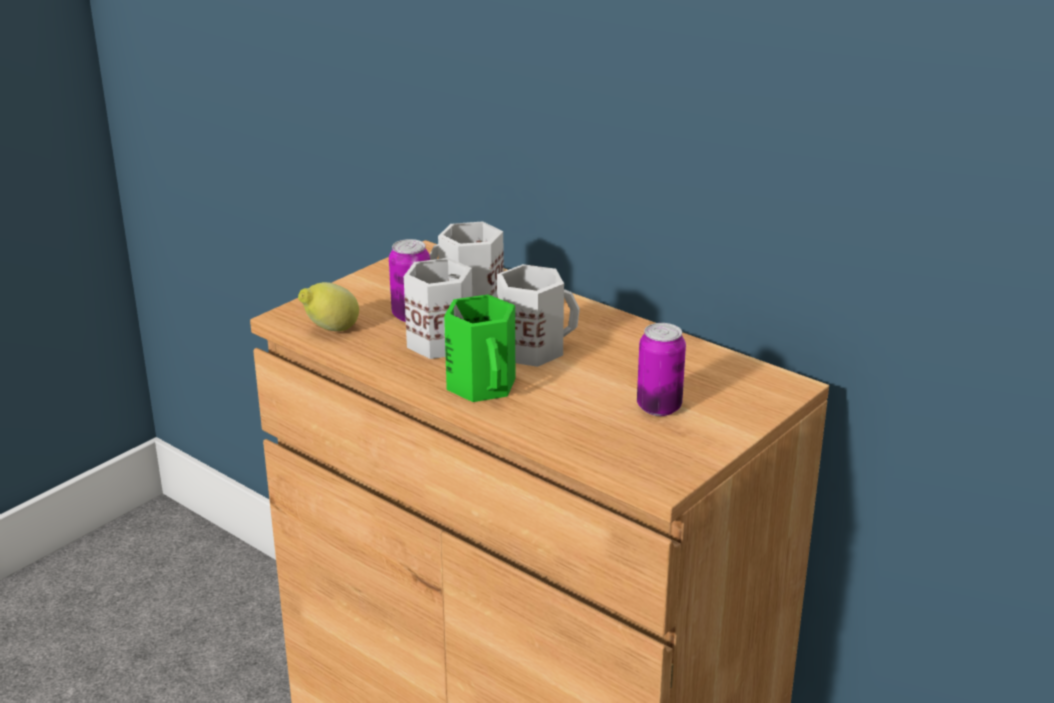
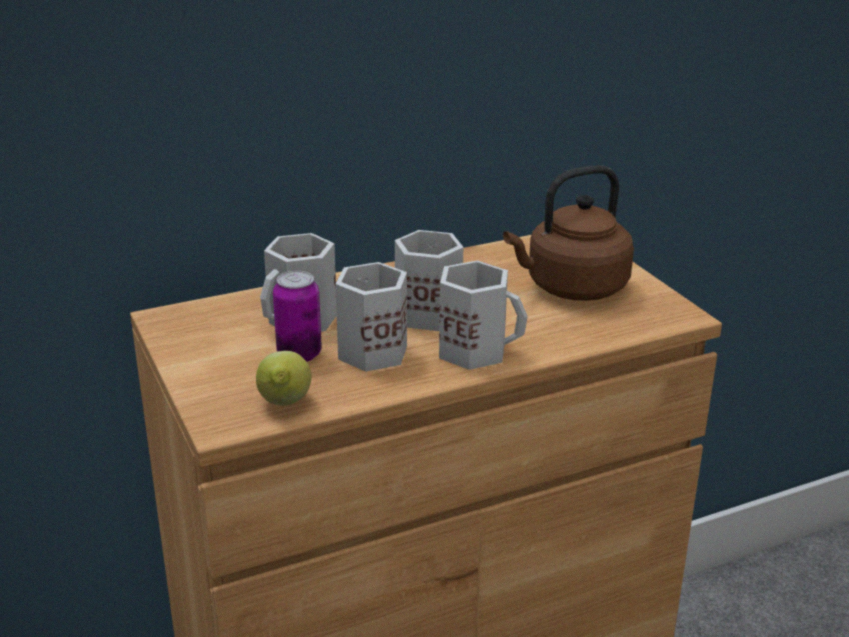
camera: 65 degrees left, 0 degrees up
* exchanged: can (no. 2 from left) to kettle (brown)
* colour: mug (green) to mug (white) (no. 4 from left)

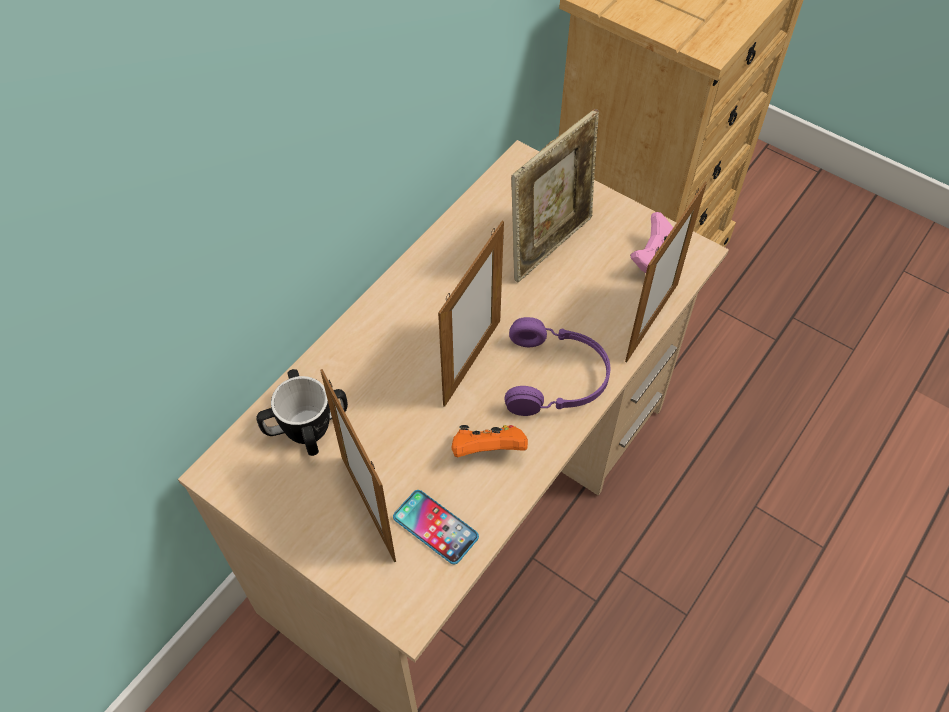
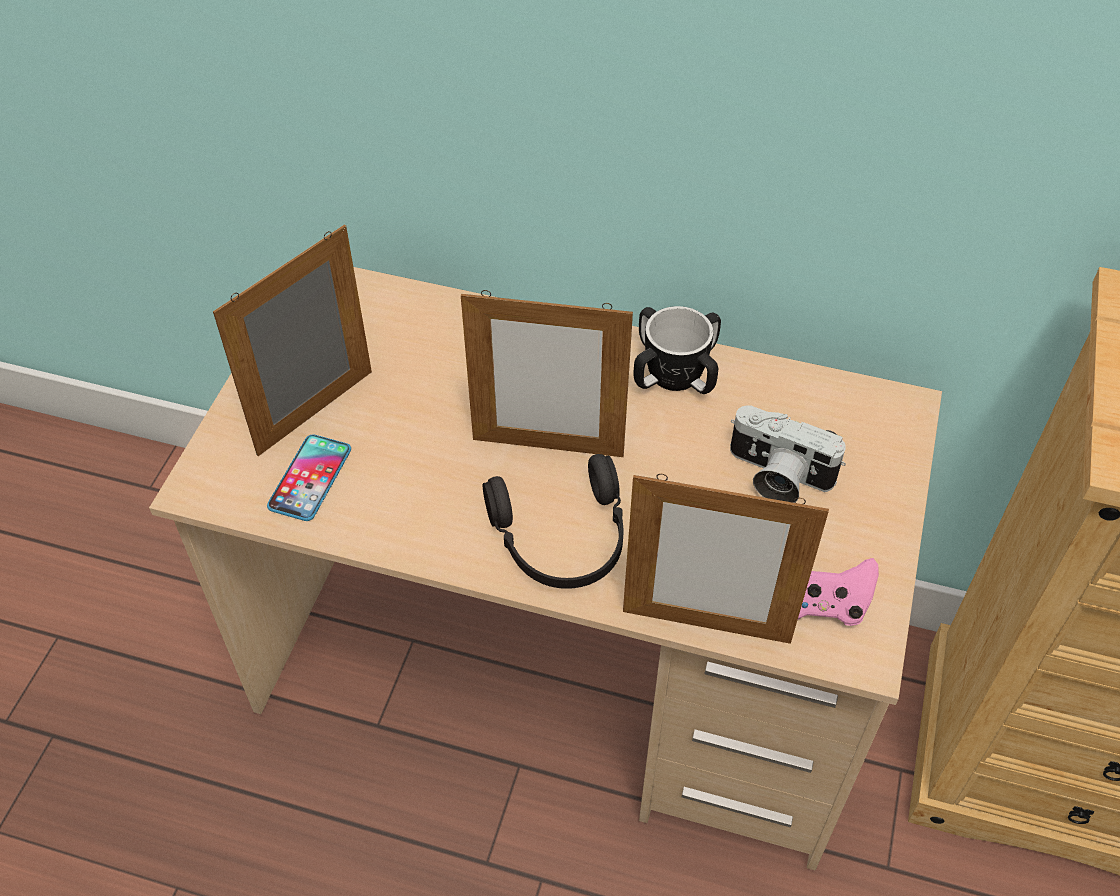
camera: 70 degrees right, 5 degrees down
* missing: game controller (orange)
* relocated: mug
* exchanged: picture frame (no. 3 from left) to photo camera
* colour: headphones (purple) to headphones (black)

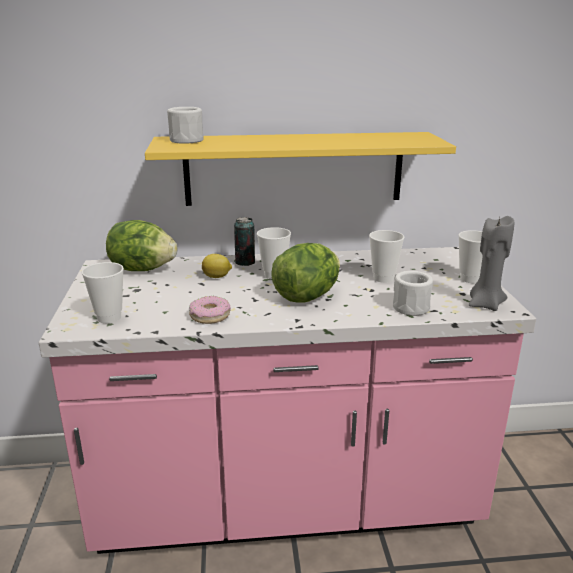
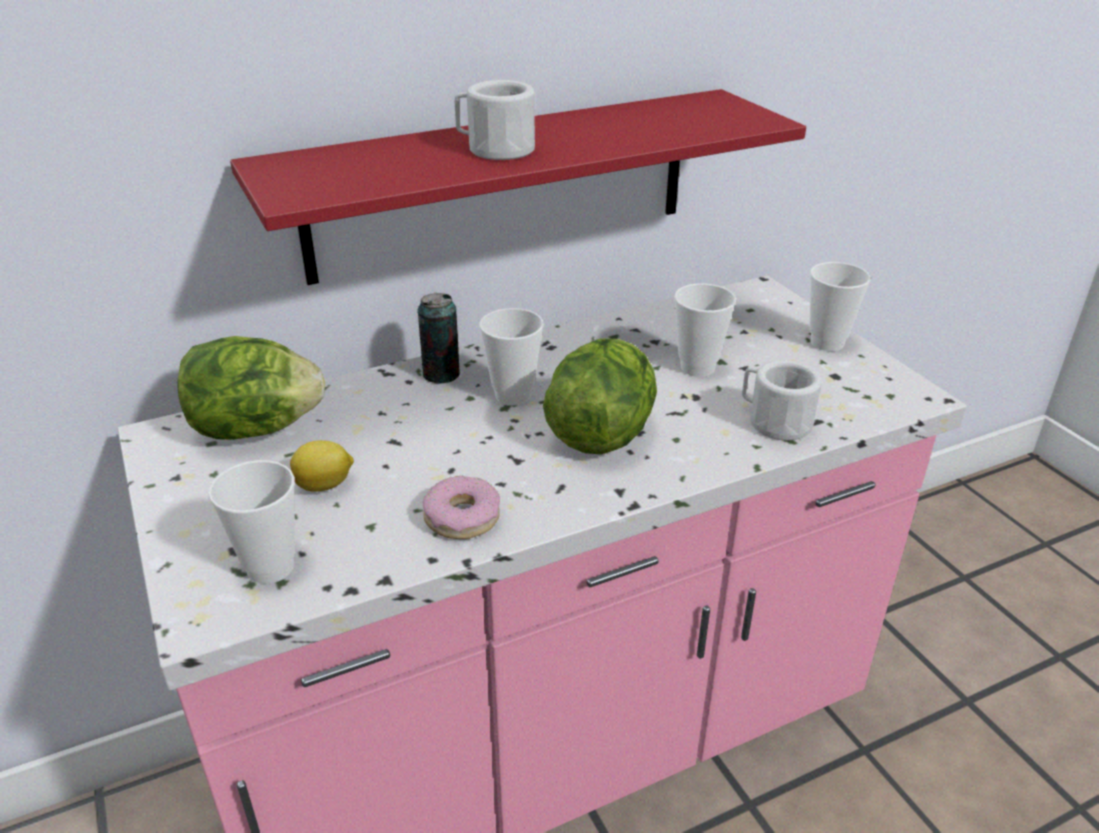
camera: 20 degrees left, 10 degrees up
* missing: candle (grey)
* relocated: mug (white) (no. 1 from left)
* relocated: lemon
* colour: shelf (yellow) to shelf (red)

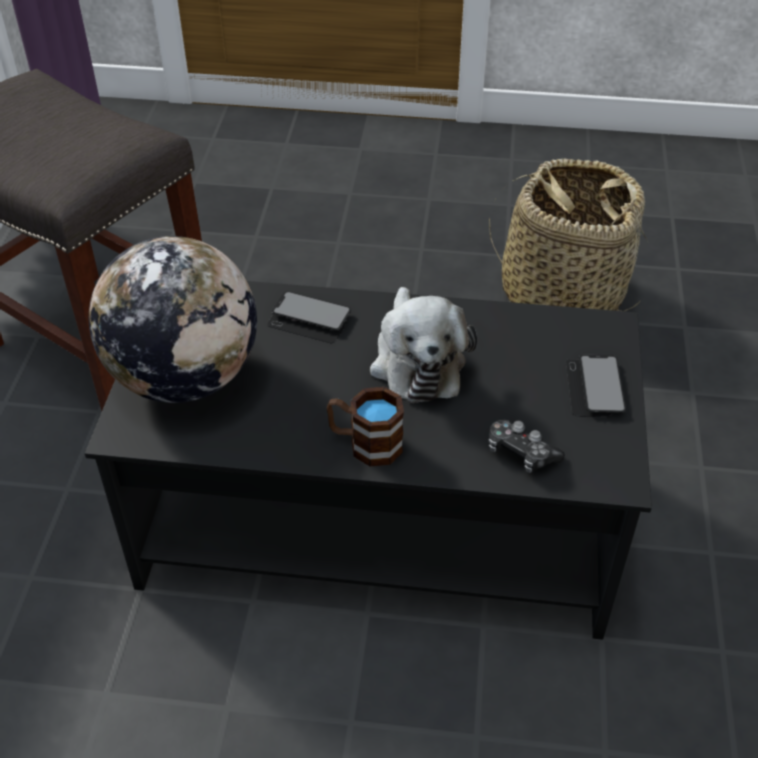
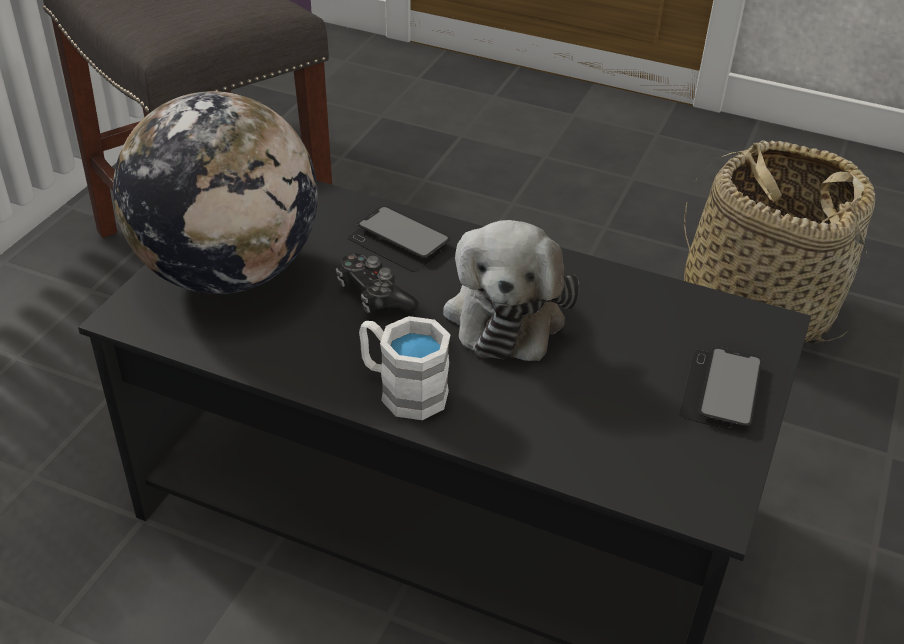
camera: 15 degrees right, 5 degrees down
* relocated: game controller
* colour: mug (brown) to mug (white)

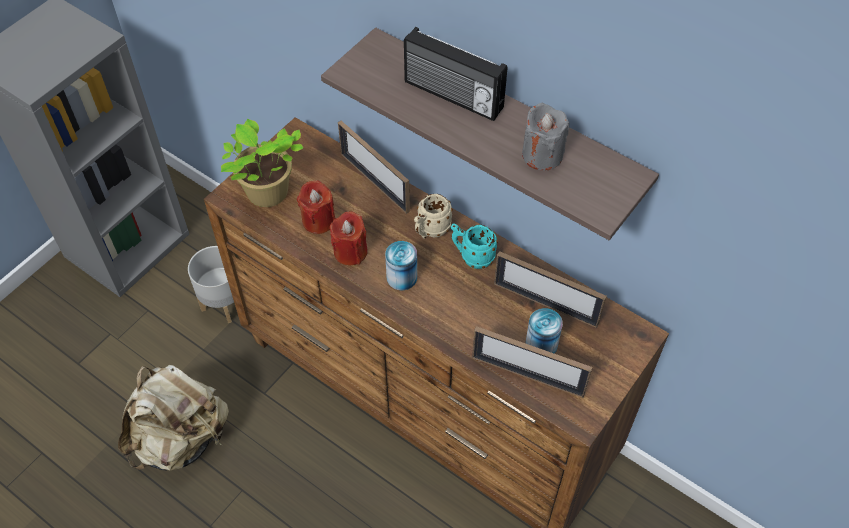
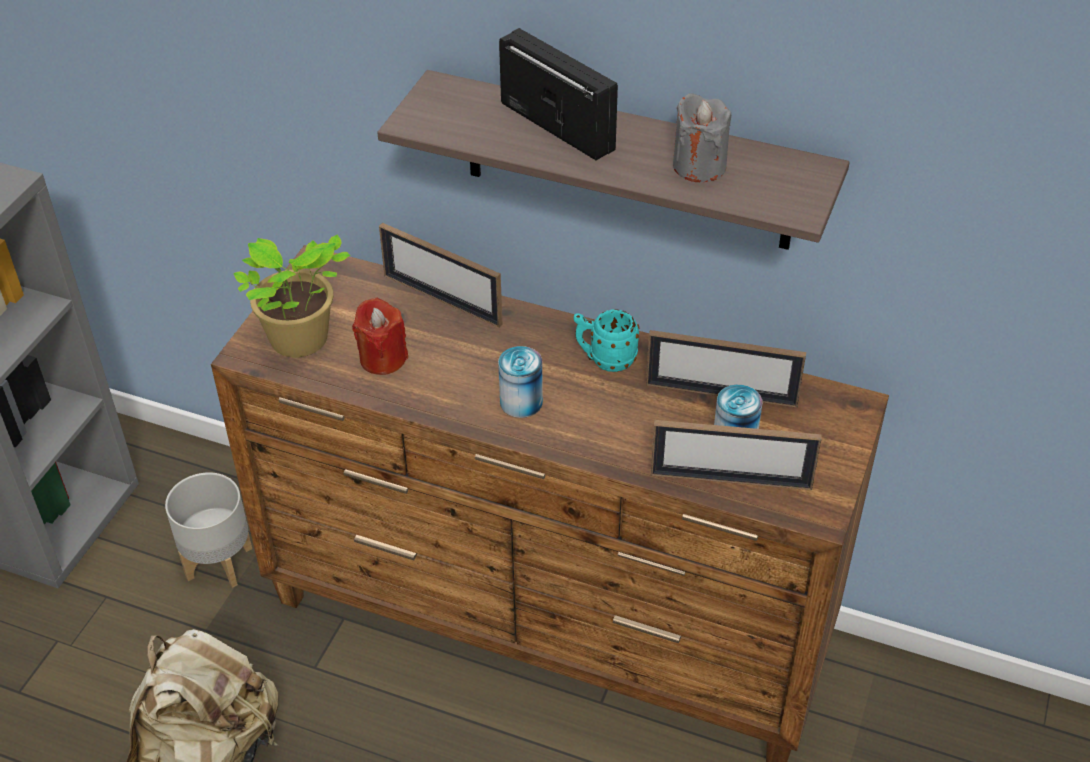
camera: 15 degrees left, 10 degrees down
* missing: candle (red) (no. 2 from left)
* missing: mug (beige)
* spun: radio 150 degrees counterclockwise

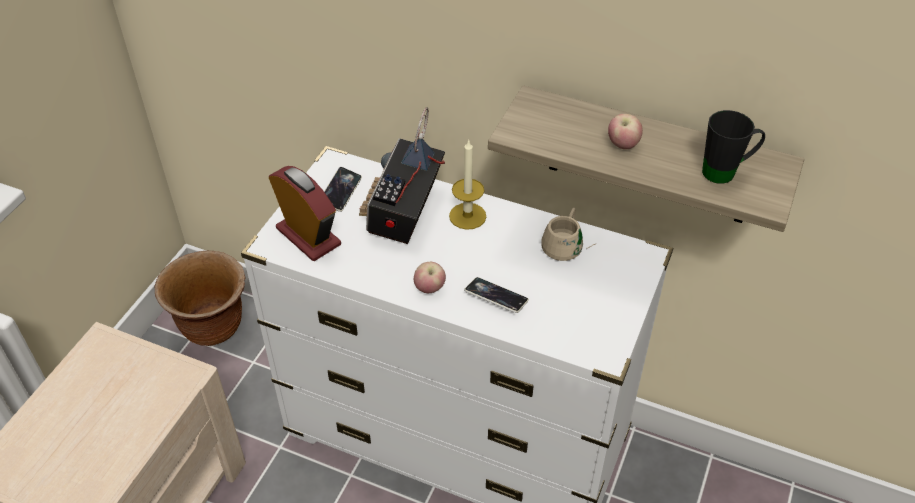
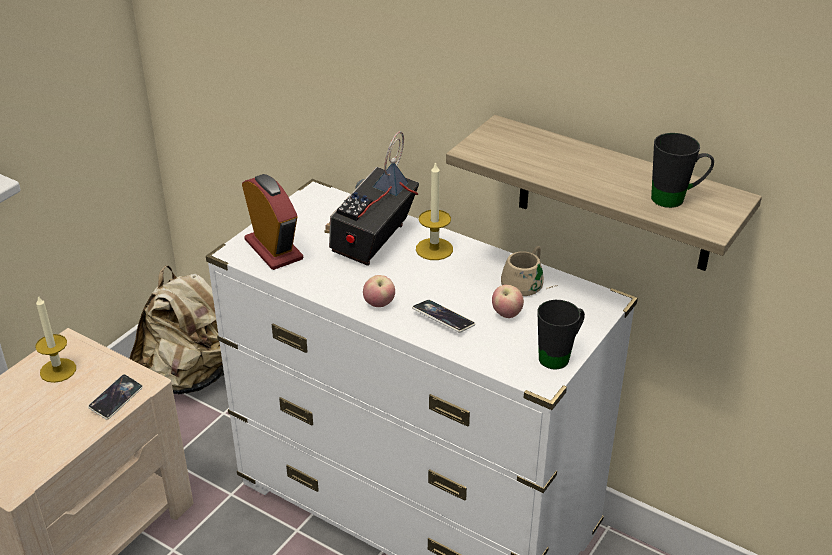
camera: 10 degrees right, 10 degrees down
* appeared: candle (no. 1 from left)
* appeared: mug (black) (no. 1 from left)
* relocated: phone (no. 1 from left)
* relocated: apple (no. 2 from left)
* exchanged: planter (brown) to backpack (beige)

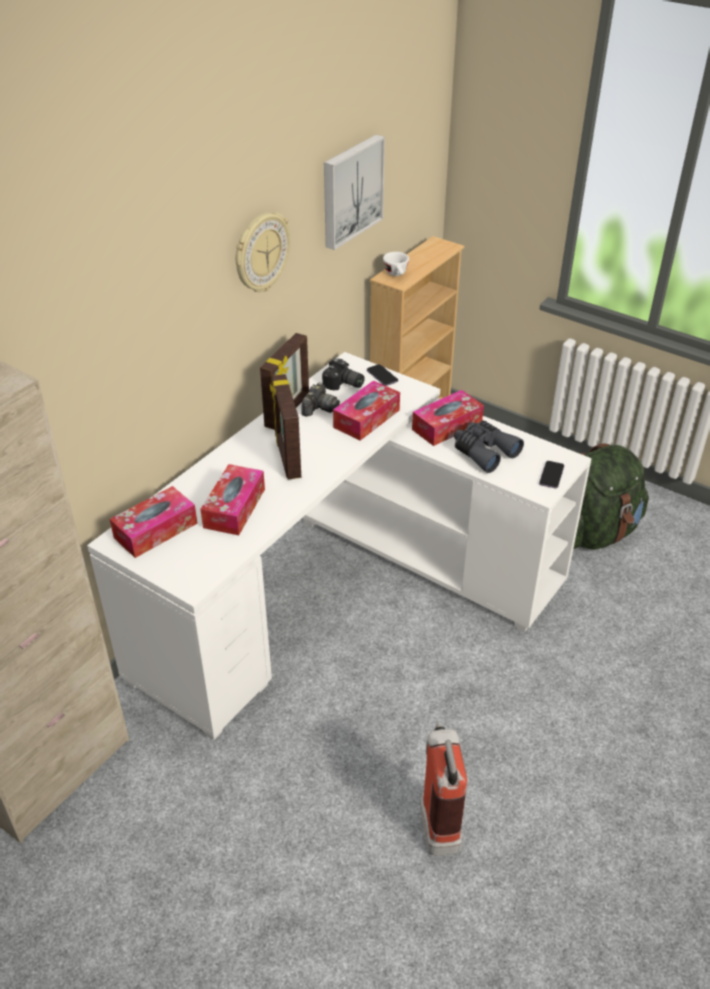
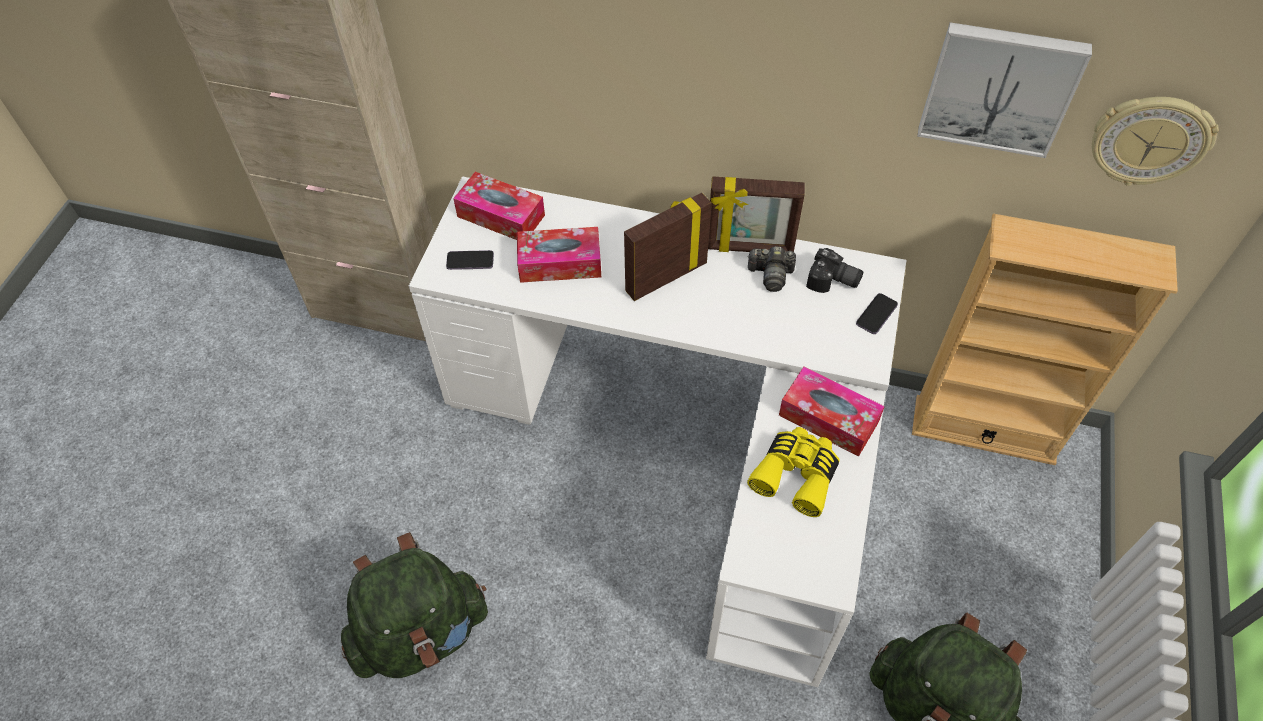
camera: 70 degrees right, 15 degrees up
* missing: tissue box (no. 3 from left)
* missing: cup (white)
* relocated: wall clock
* relocated: phone (no. 2 from left in the first image) to phone (no. 1 from left)
* exchanged: fire extinguisher to backpack (green) (no. 1 from left)
* colour: binoculars (grey) to binoculars (yellow)
* spun: photo camera (no. 2 from left) 75 degrees counterclockwise

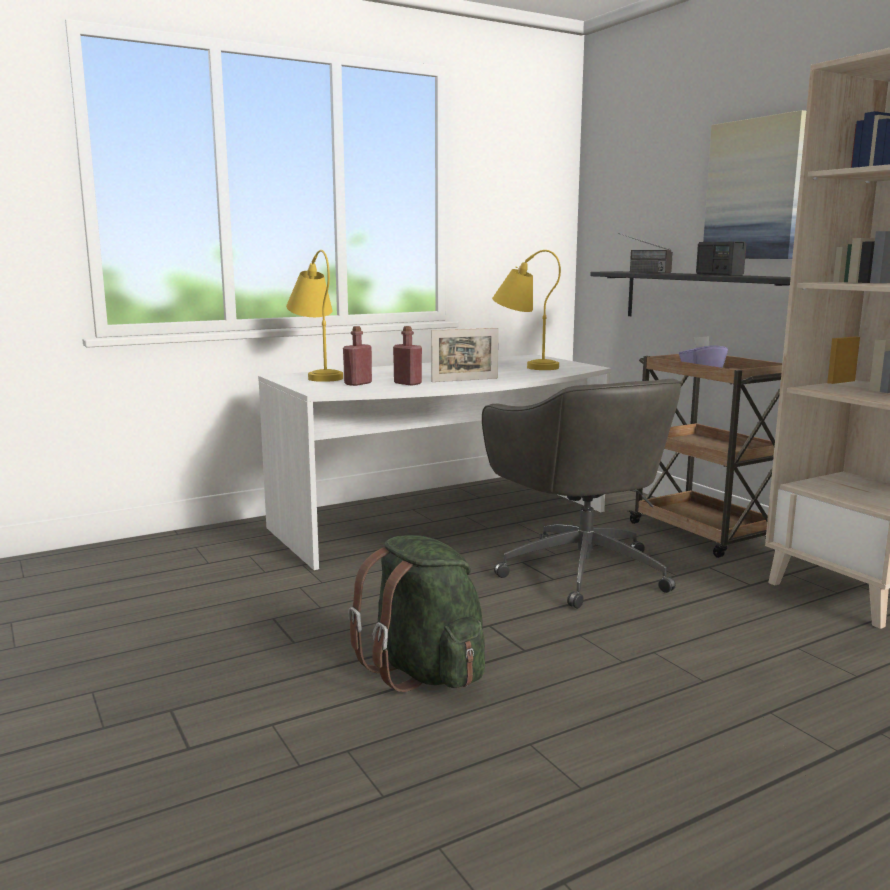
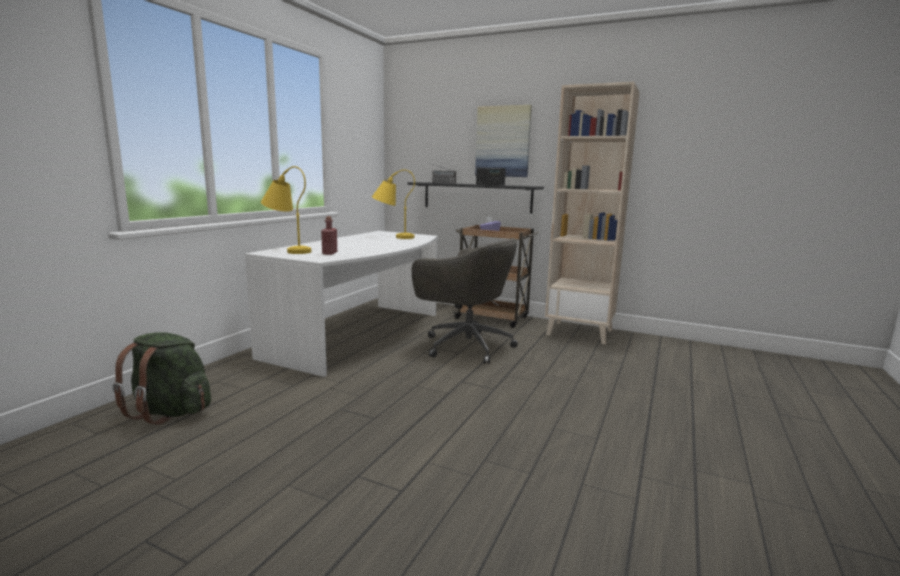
camera: 35 degrees left, 0 degrees up
* missing: bottle (red) (no. 2 from left)
* missing: picture frame
* relocated: backpack (green)

